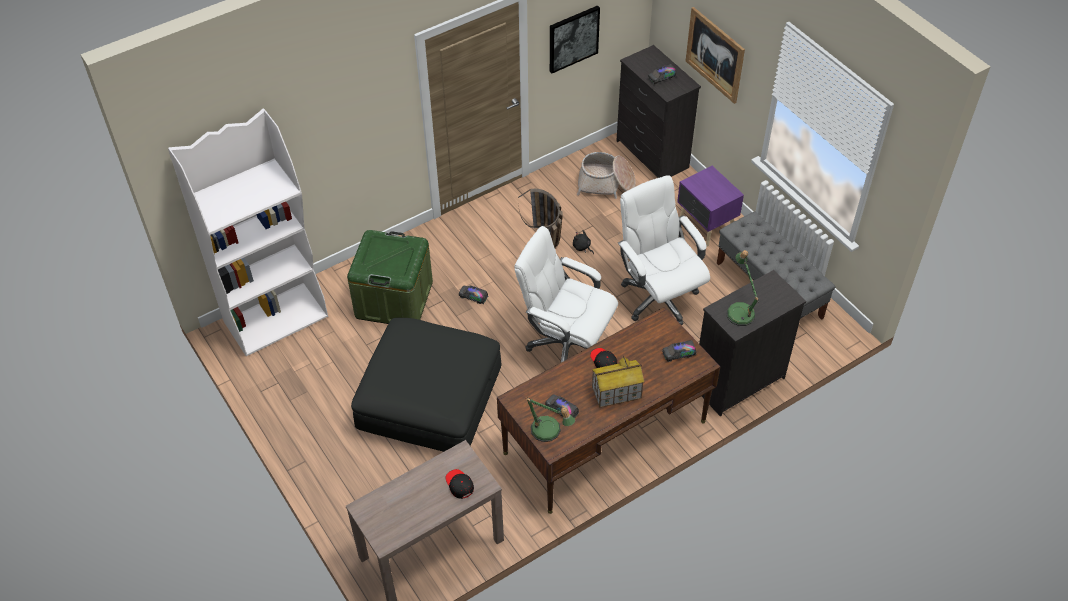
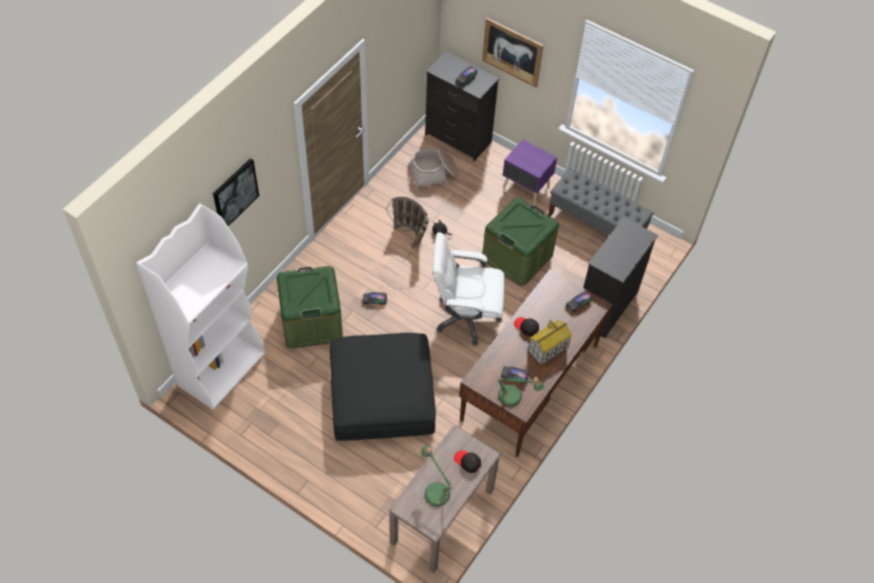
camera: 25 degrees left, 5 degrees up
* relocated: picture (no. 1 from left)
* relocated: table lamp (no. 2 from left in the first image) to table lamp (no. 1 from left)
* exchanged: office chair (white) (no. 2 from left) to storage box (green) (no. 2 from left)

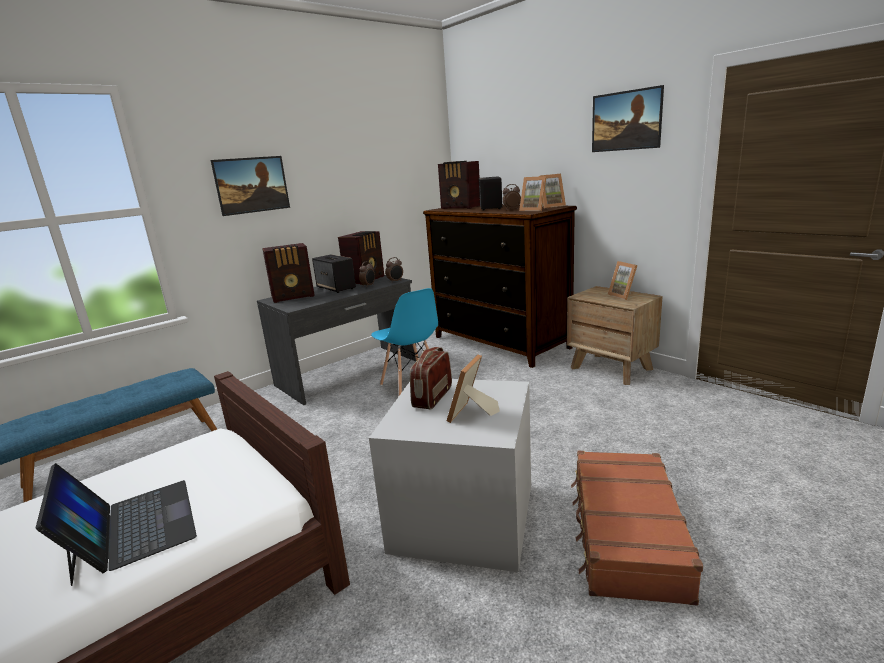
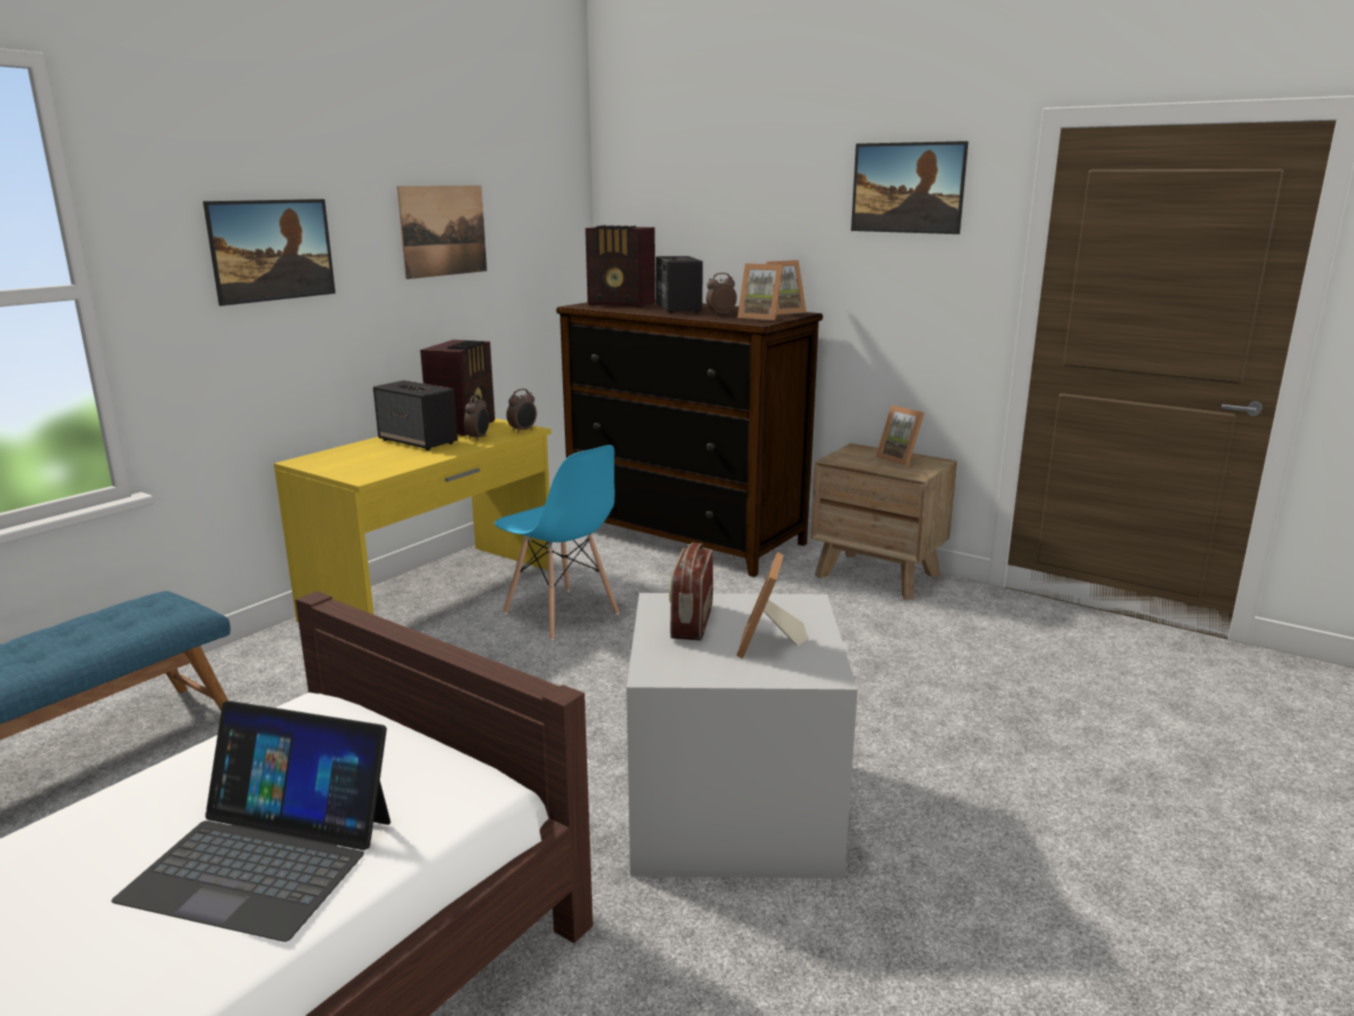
camera: 15 degrees left, 0 degrees up
* missing: radio (no. 1 from left)
* missing: suitcase (brown)
* appeared: picture (no. 2 from left)
* colour: desk (grey) to desk (yellow)
* spun: laptop 150 degrees clockwise

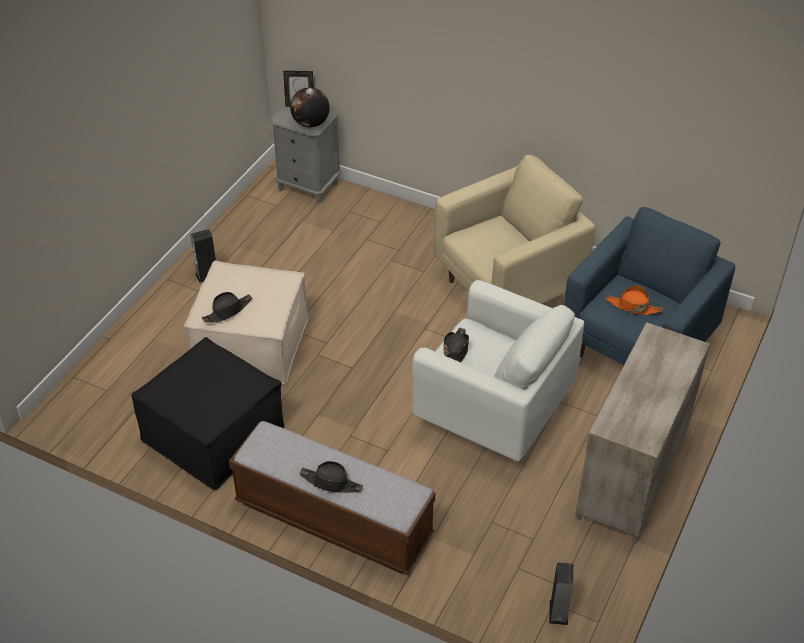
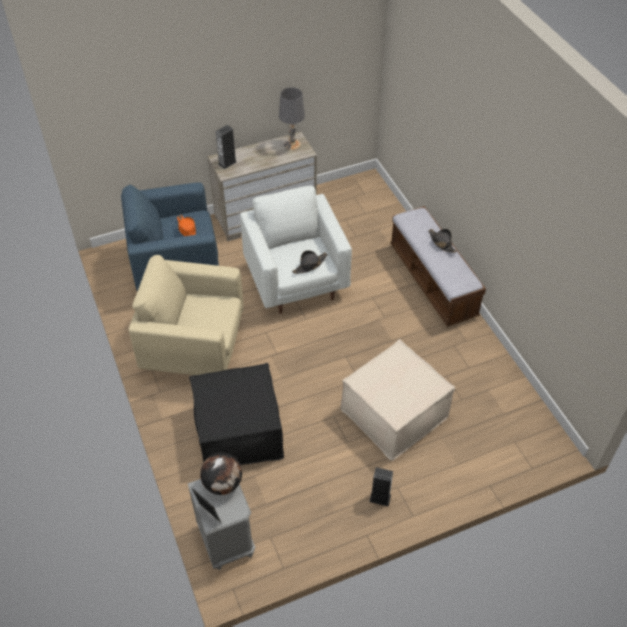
camera: 140 degrees left, 5 degrees up
* missing: hat (black) (no. 1 from left)
* appeared: table lamp (grey)
* relocated: ottoman (black)
* relocated: speaker (no. 2 from left in the first image) to speaker (no. 1 from left)

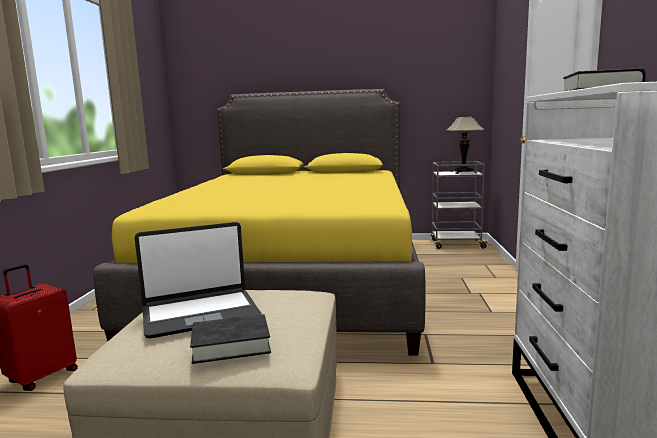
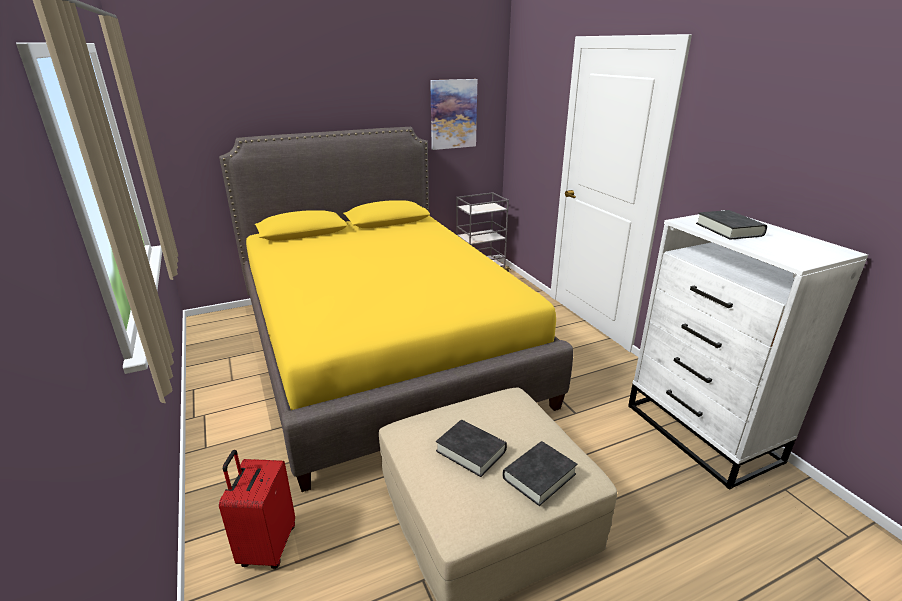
camera: 30 degrees left, 15 degrees up
* missing: table lamp
* appeared: picture
* exchanged: laptop to book (black) (no. 1 from left)

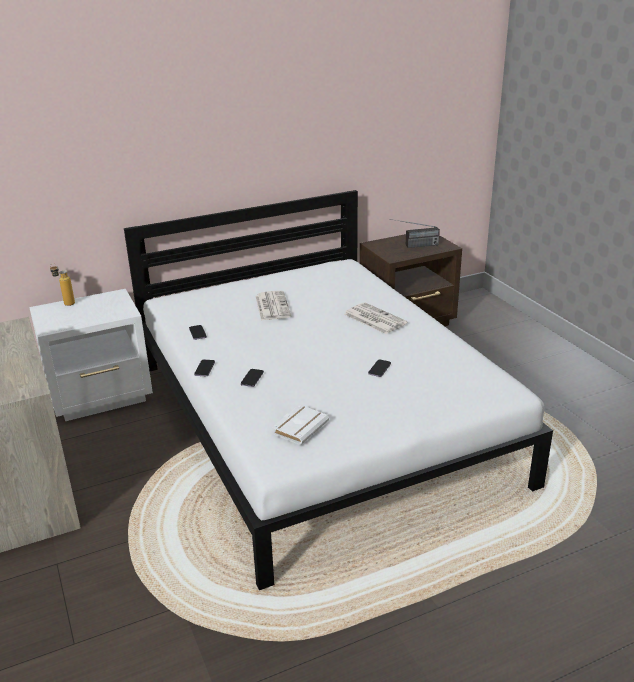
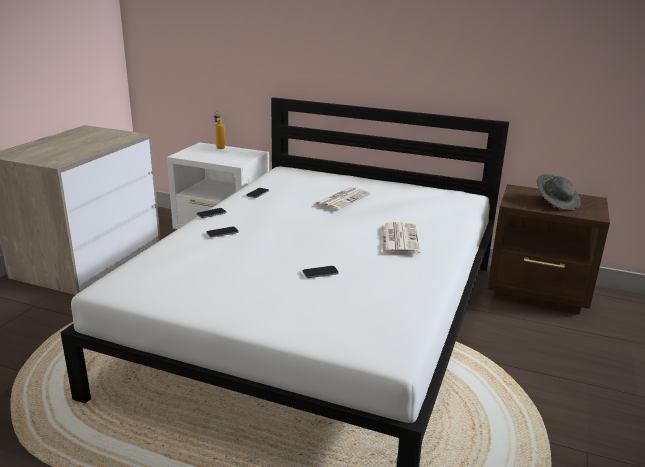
camera: 45 degrees right, 5 degrees down
* missing: book (white)
* exchanged: radio to hat (grey)

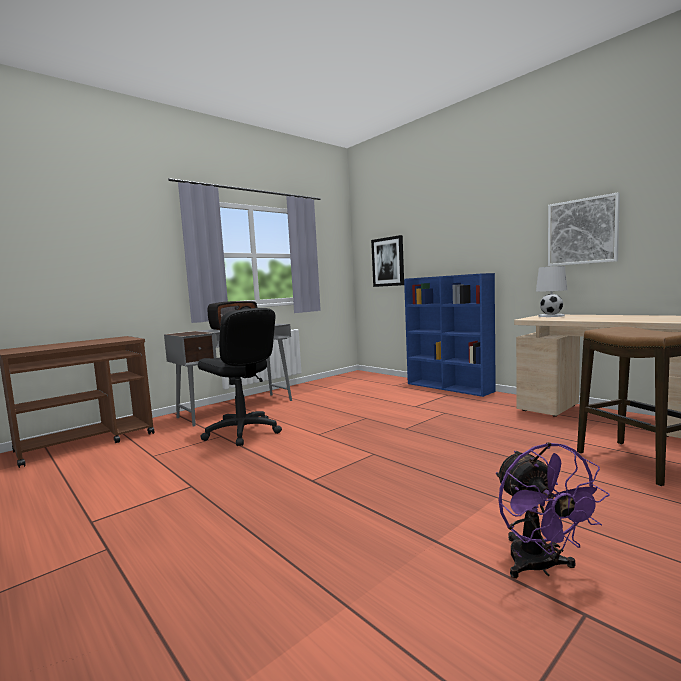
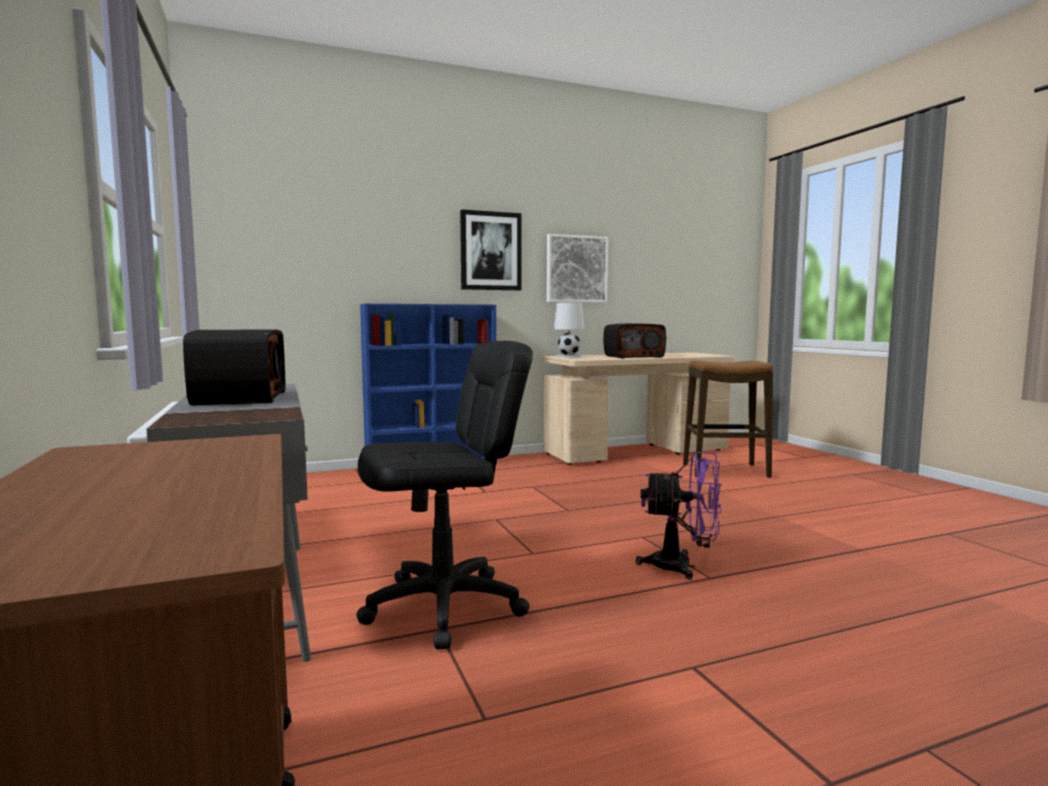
camera: 70 degrees left, 0 degrees up
* appeared: radio (no. 2 from left)
* relocated: picture (no. 1 from left)
* relocated: fan (purple)

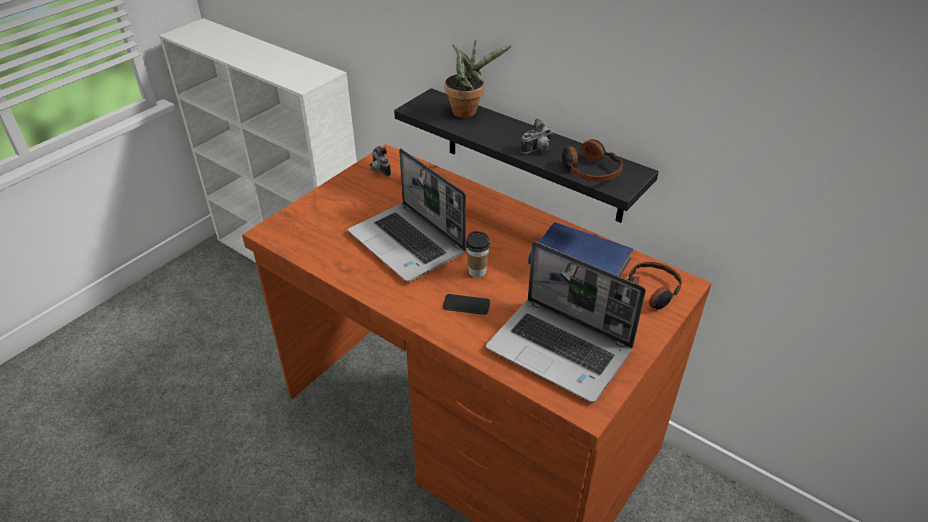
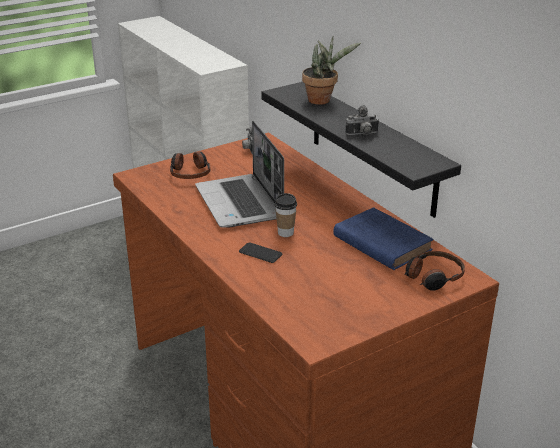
camera: 20 degrees right, 10 degrees down
* missing: laptop (no. 2 from left)
* relocated: headphones (no. 1 from left)

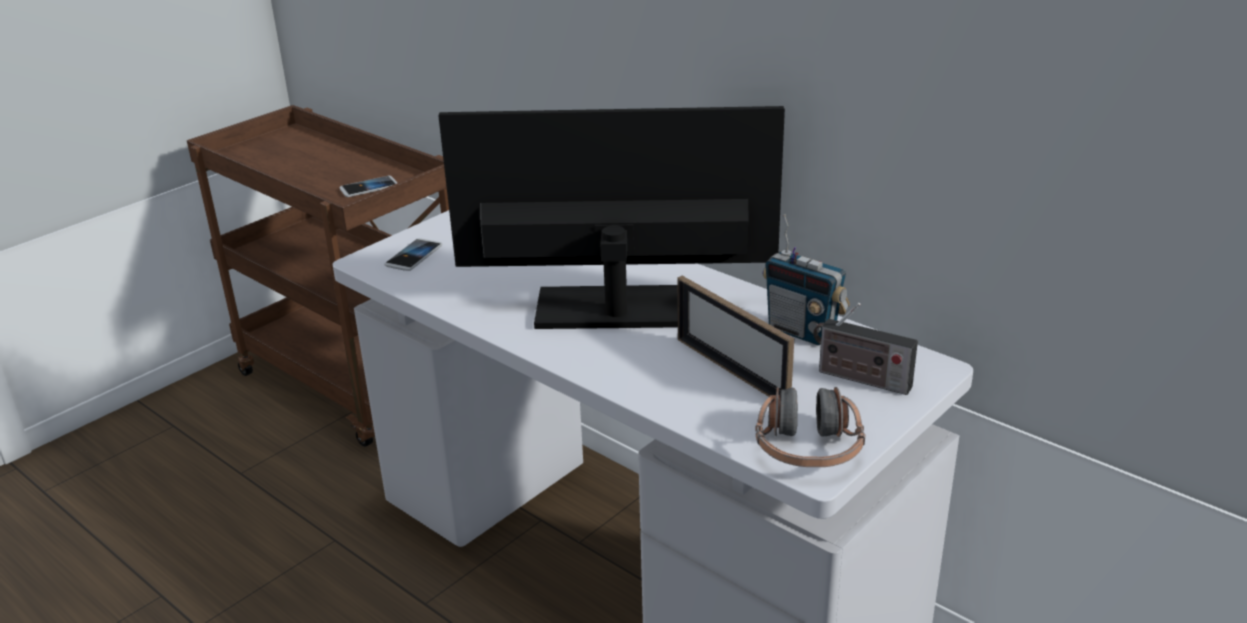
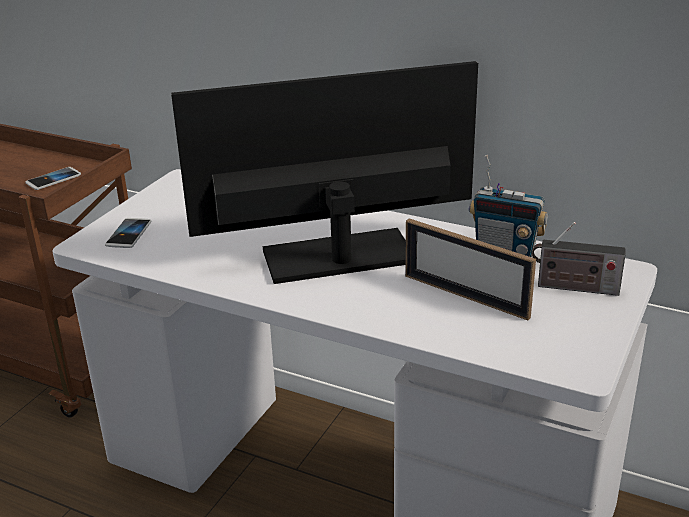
camera: 15 degrees left, 0 degrees up
* missing: headphones

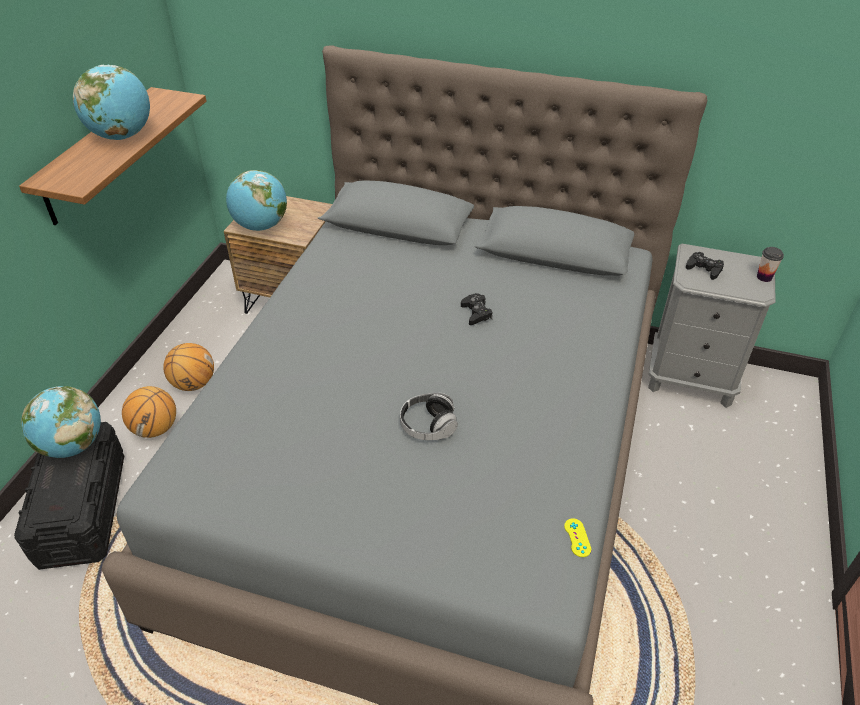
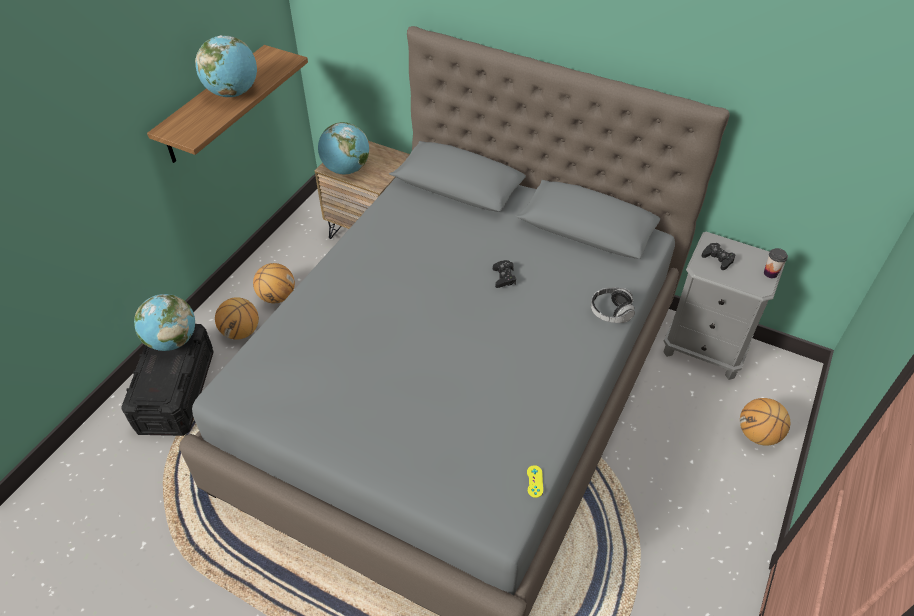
camera: 10 degrees right, 5 degrees up
* appeared: basketball (no. 3 from left)
* relocated: headphones

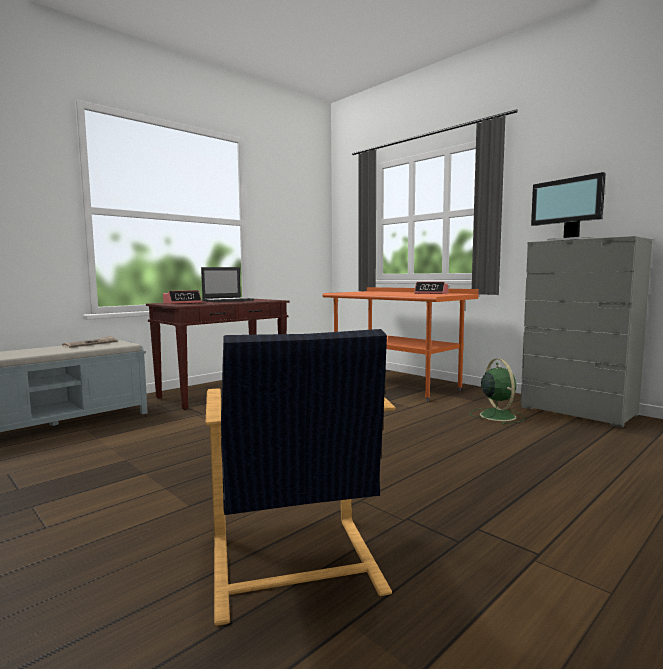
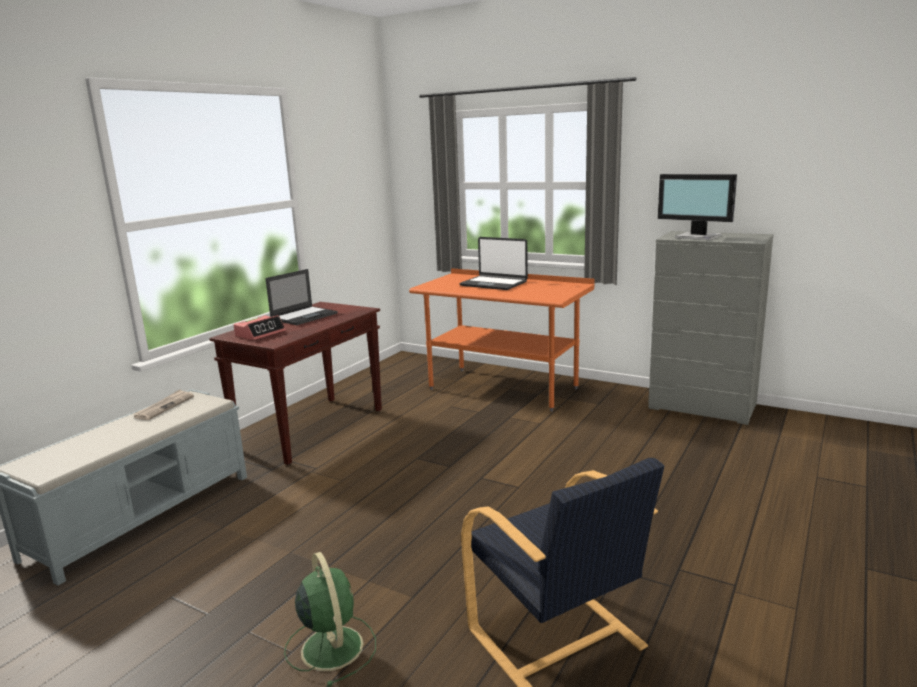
camera: 15 degrees left, 10 degrees up
* missing: alarm clock (no. 2 from left)
* appeared: laptop (no. 2 from left)
* relocated: fan (green)

